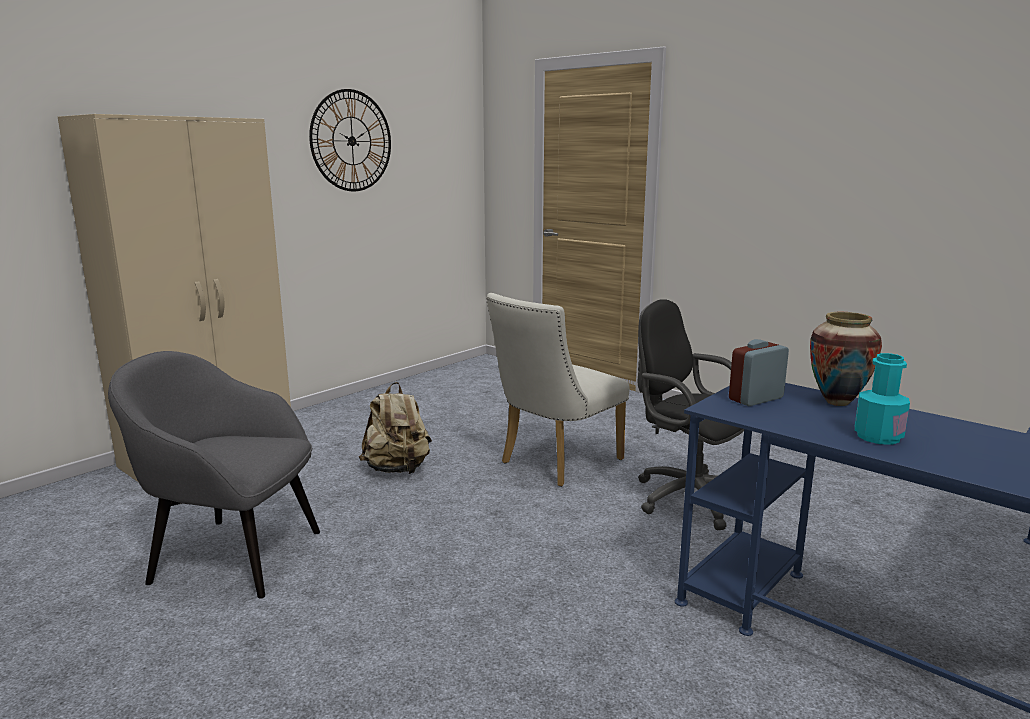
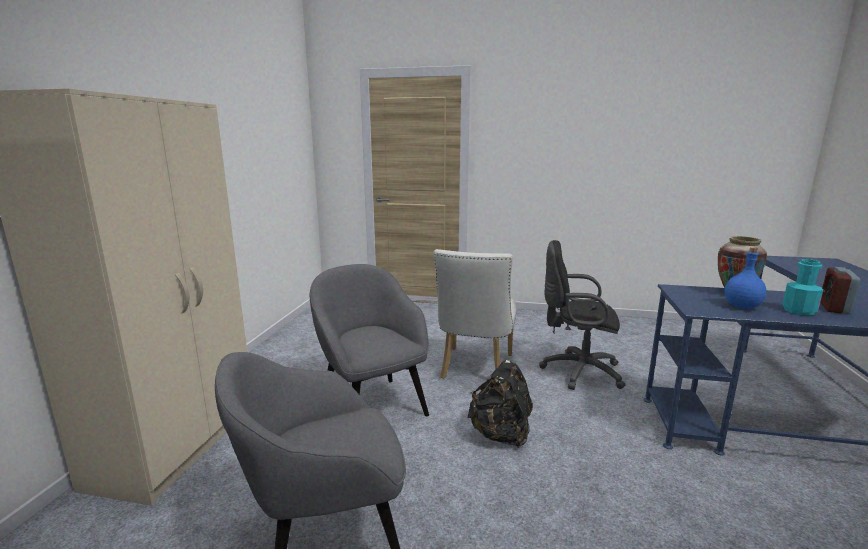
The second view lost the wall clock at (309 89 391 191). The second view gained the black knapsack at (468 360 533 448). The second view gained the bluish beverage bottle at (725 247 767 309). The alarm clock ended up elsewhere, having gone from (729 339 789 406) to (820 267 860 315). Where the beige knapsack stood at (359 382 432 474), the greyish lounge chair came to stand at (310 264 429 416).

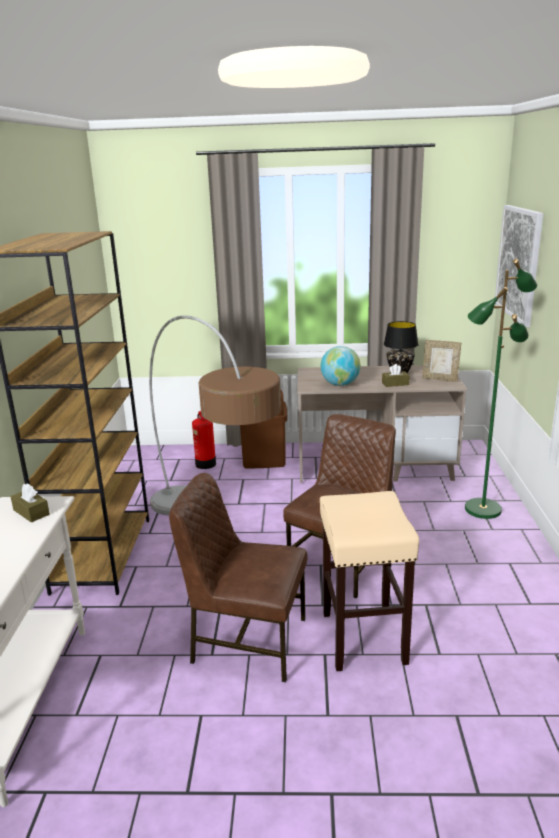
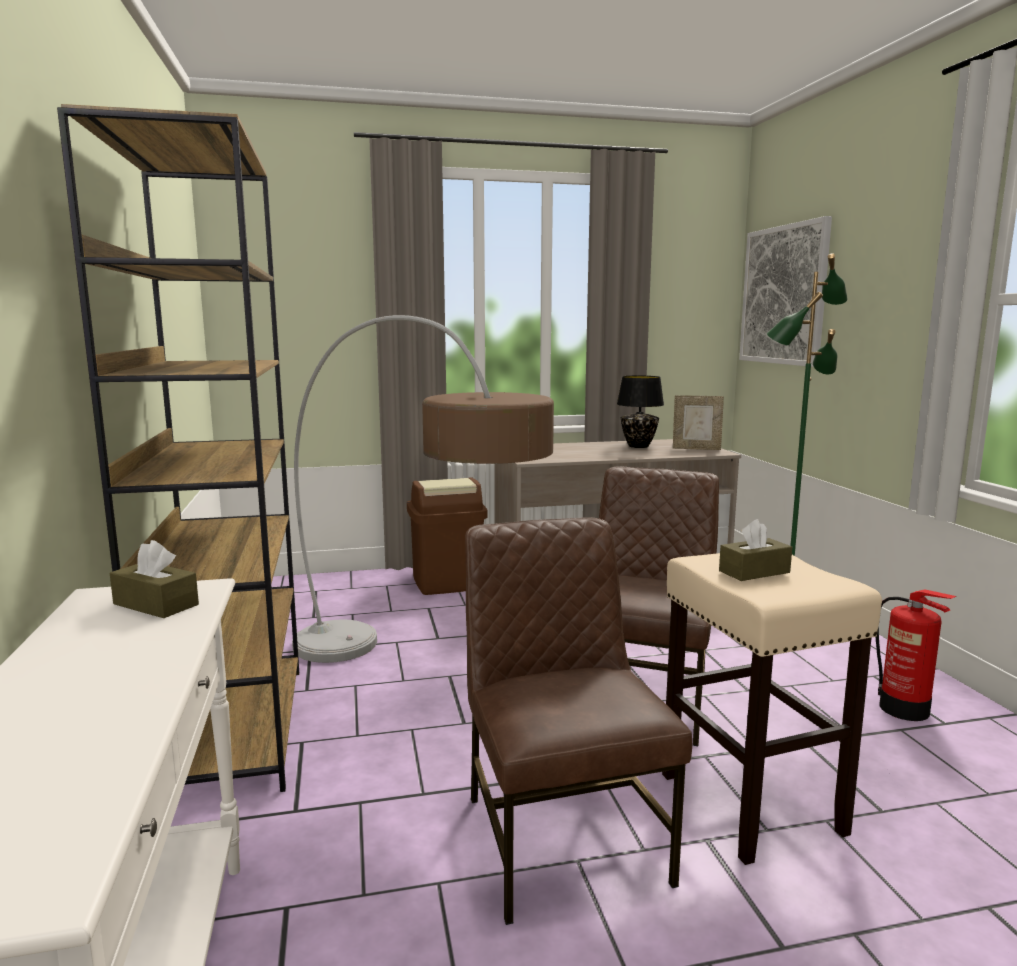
The second view lost the desk globe at (321 346 361 386). The fire extinguisher ended up elsewhere, having gone from (192 411 216 469) to (876 589 957 721). The brown-coloured tissue box ended up elsewhere, having gone from (382 364 410 387) to (719 519 792 581). The brown-coloured upright chair at (169 473 308 682) ended up facing another way, 75 degrees clockwise from before.

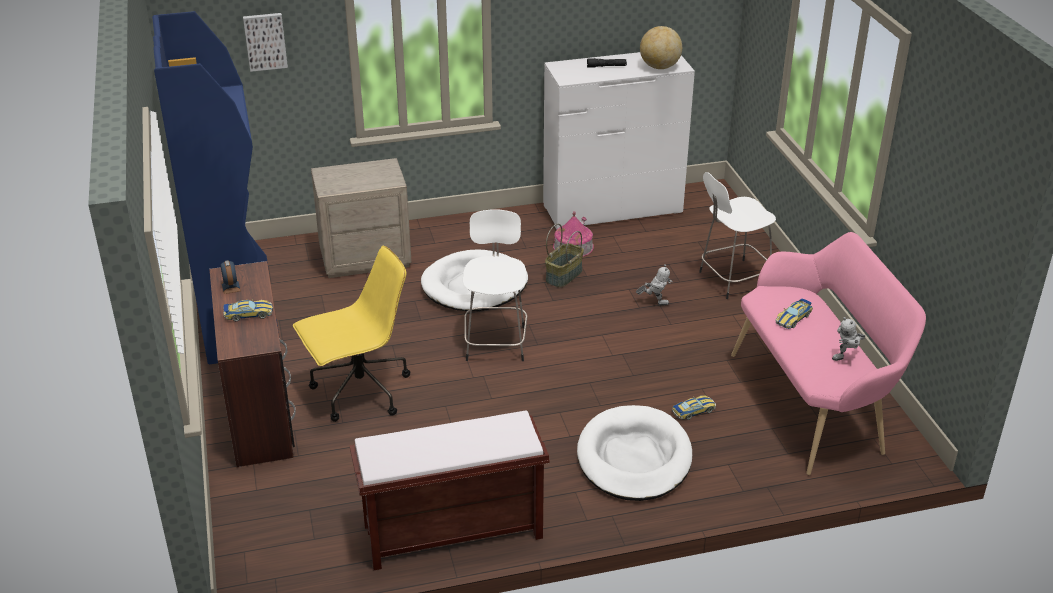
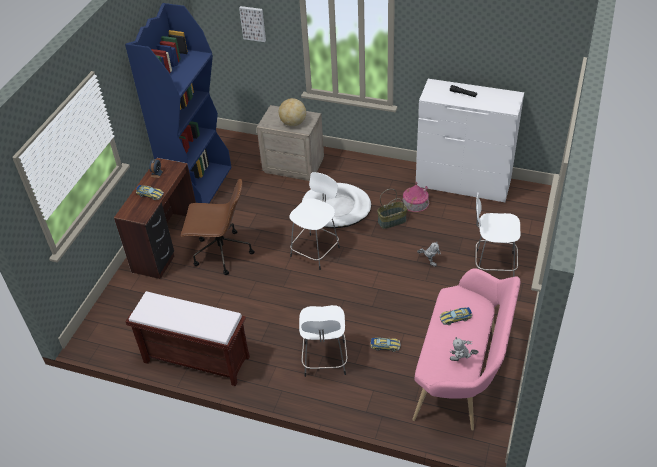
The desk globe ended up elsewhere, having gone from (640 26 682 69) to (279 98 306 126). Where the white dog bed stood at (577 405 692 501), the white stool seat came to stand at (299 305 347 377). What was the yellow office chair at (293 246 410 422) turned into the brown-coloured office chair at (181 178 255 275).

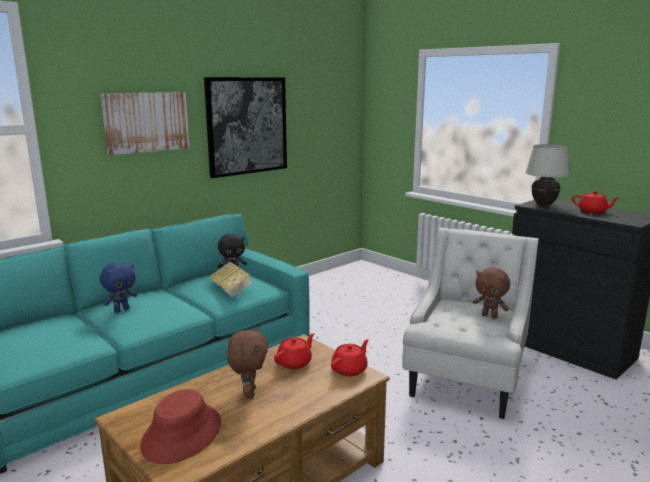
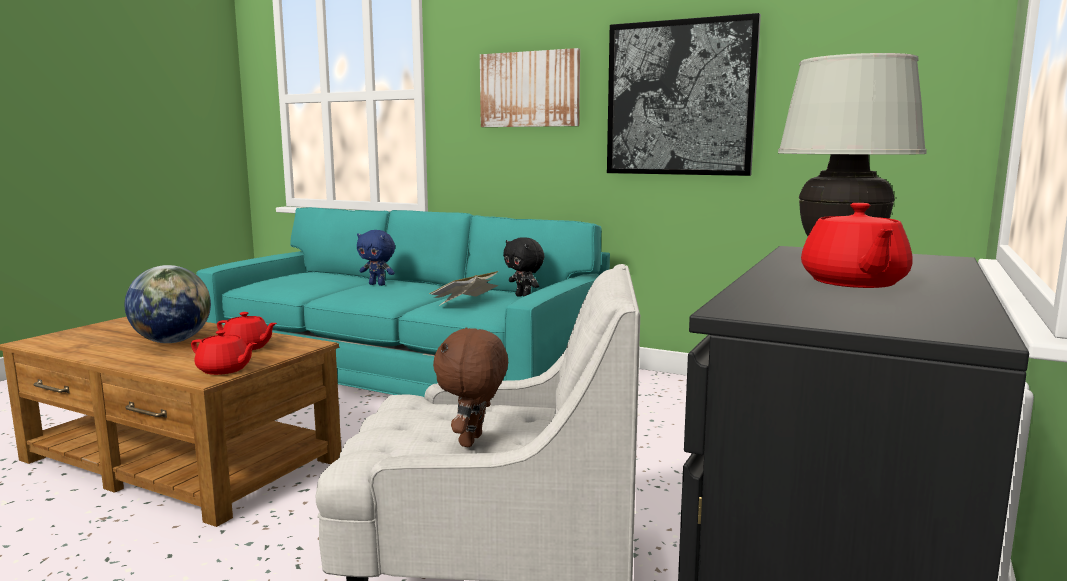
The second view lost the reddish clothing hat at (140 389 221 464). Where the brown-coloured plush toy stood at (227 328 268 399), the desk globe came to stand at (125 265 211 343).

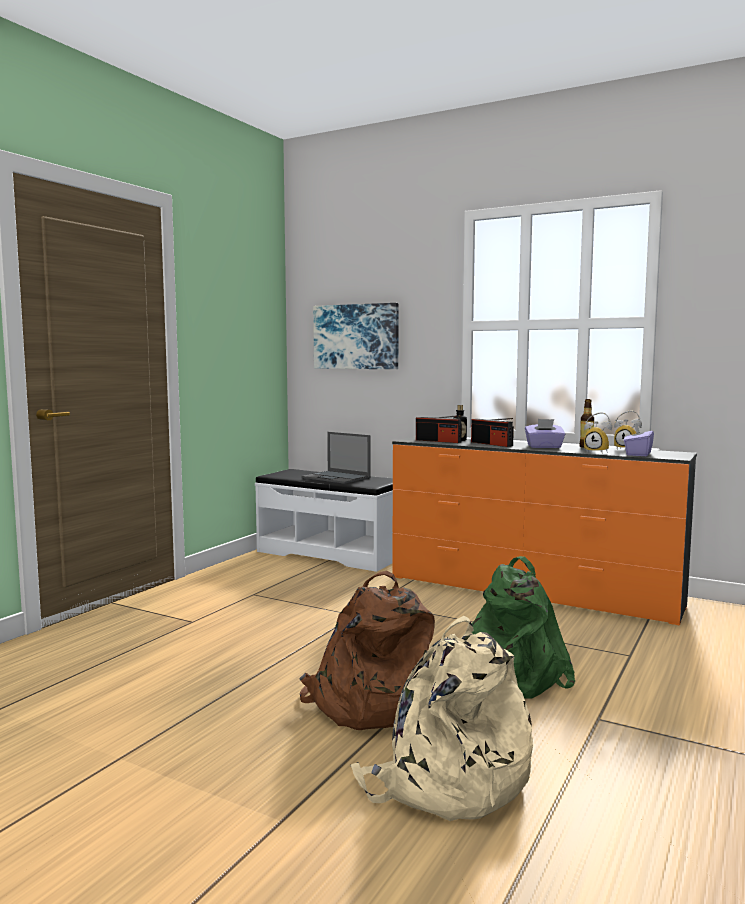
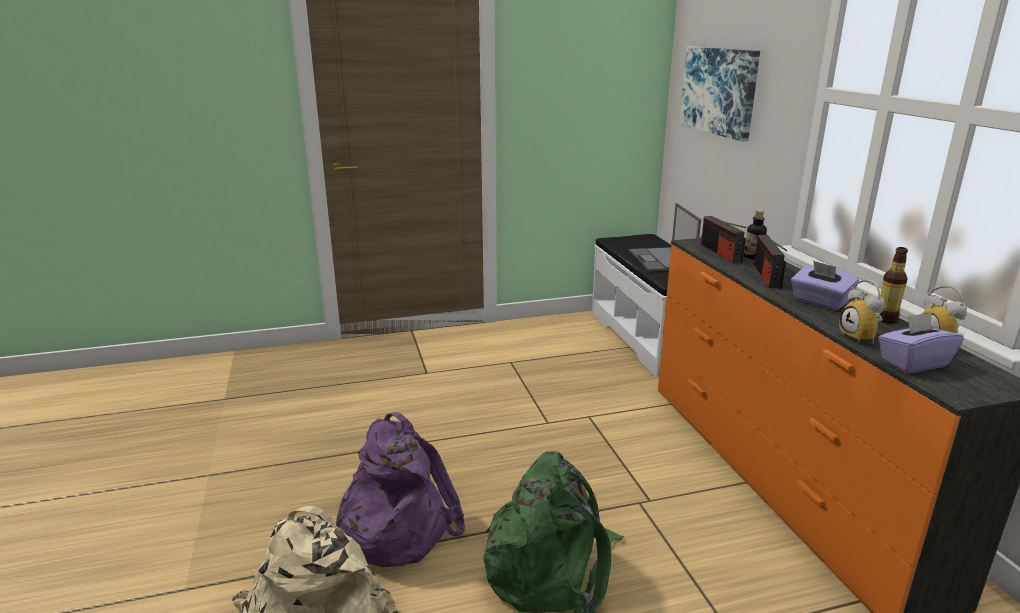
What was the brown-coloured knapsack at (300 571 435 730) turned into the purple-coloured knapsack at (336 412 465 567).

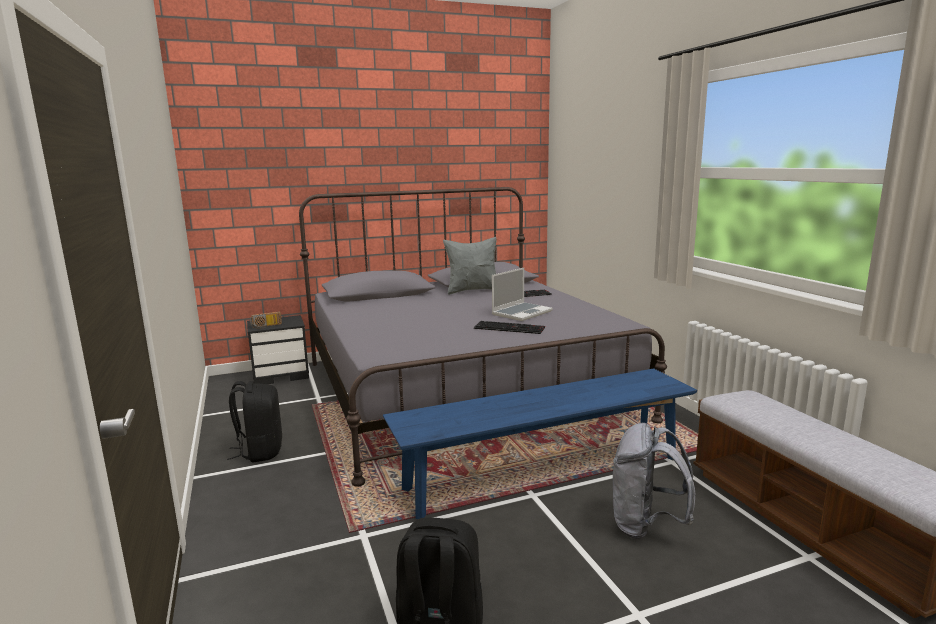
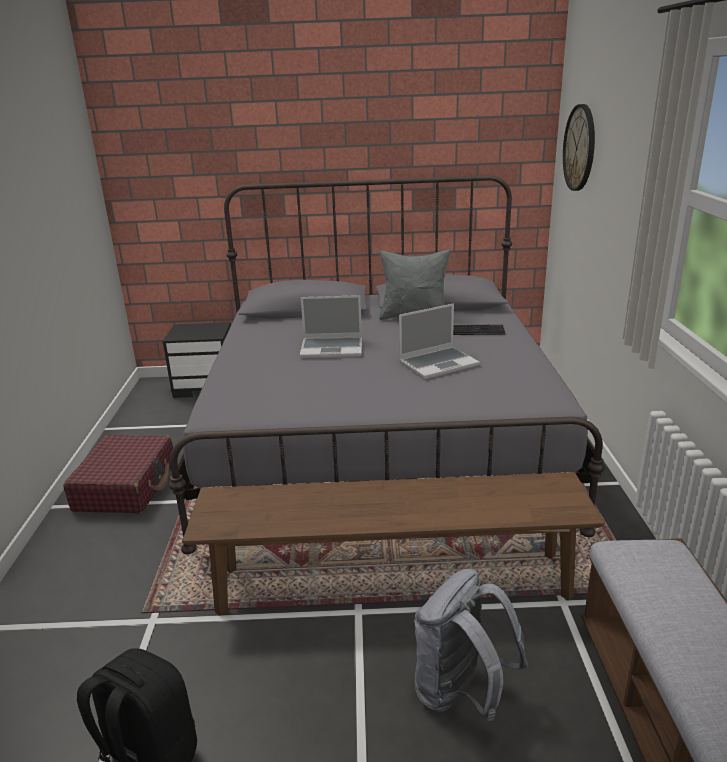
The second view lost the radio set at (250 312 282 328). The second view lost the keyboard at (474 321 545 334). The second view gained the laptop at (300 295 362 358). The second view gained the wall clock at (563 104 595 191). Where the black knapsack stood at (227 381 282 462), the reddish suitcase came to stand at (63 435 173 513). What was the bluish bench at (383 368 697 519) turned into the brown-coloured bench at (182 472 604 615).

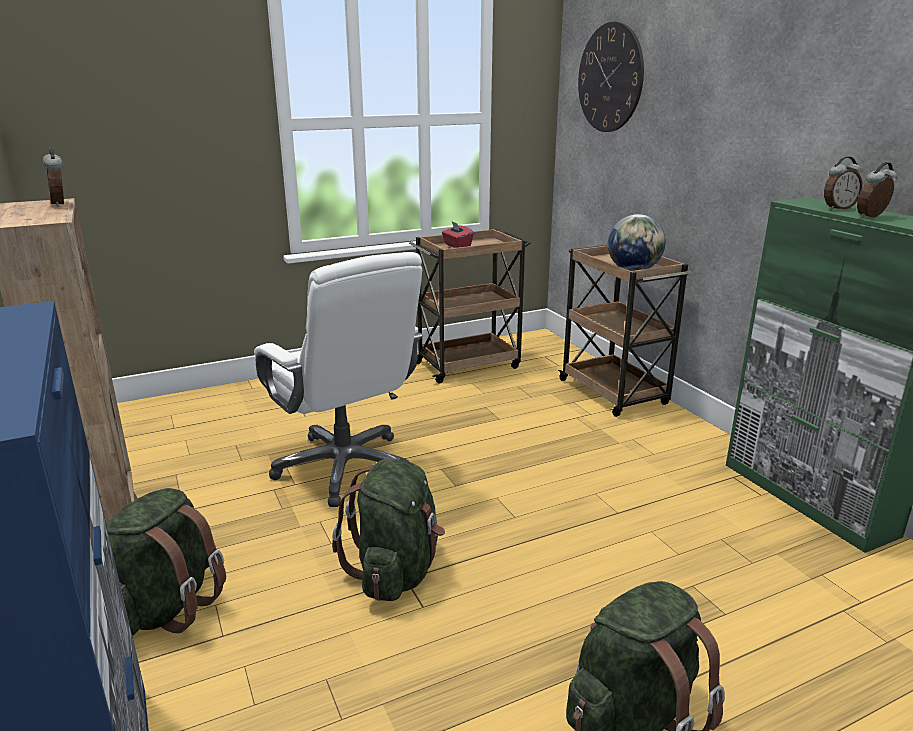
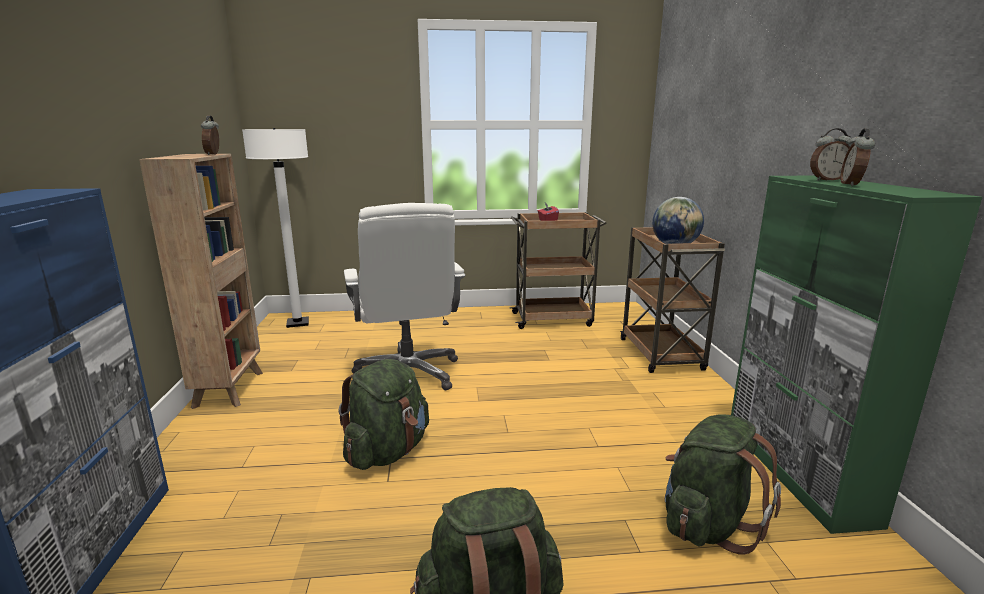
The second view lost the wall clock at (578 22 644 132). The second view gained the white floor lamp at (242 128 309 328). The green knapsack ended up elsewhere, having gone from (106 488 226 636) to (665 414 781 554). The alarm clock at (857 162 898 218) ended up facing another way, 60 degrees counterclockwise from before.

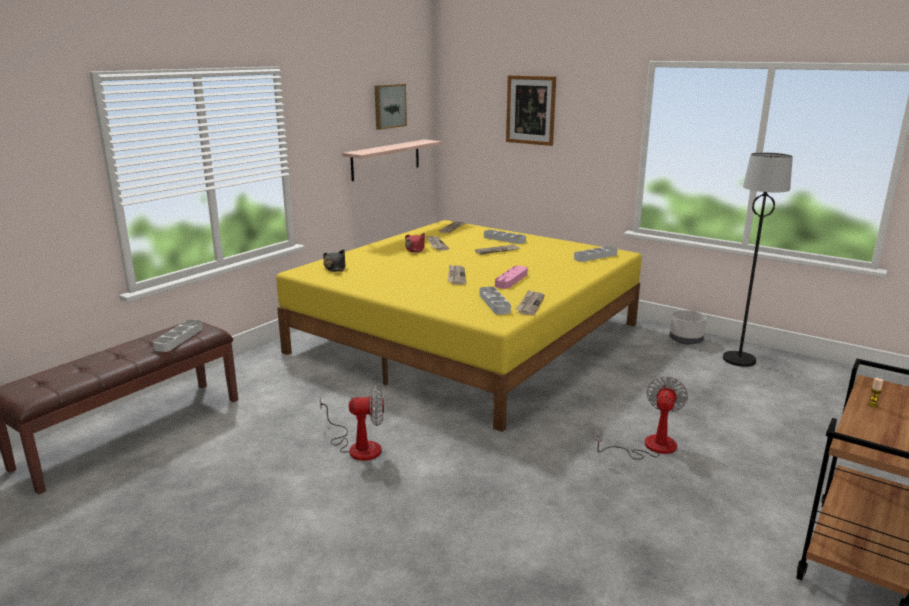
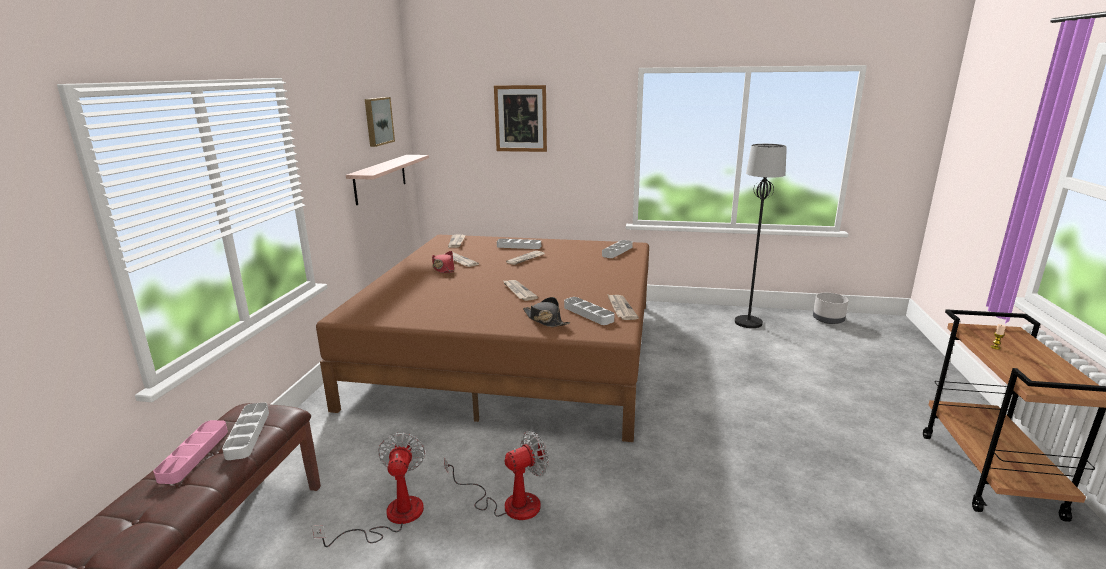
The black clothing hat ended up elsewhere, having gone from (323 250 345 272) to (523 297 570 327). The pink-coloured carrying tray ended up elsewhere, having gone from (495 266 528 289) to (153 420 228 484). The cooling fan ended up elsewhere, having gone from (594 376 688 460) to (312 433 425 547). The greyish planter ended up elsewhere, having gone from (670 310 706 345) to (813 293 849 324). What was the yellow bedroom bed at (276 220 642 432) turned into the brown-coloured bedroom bed at (316 235 649 442).

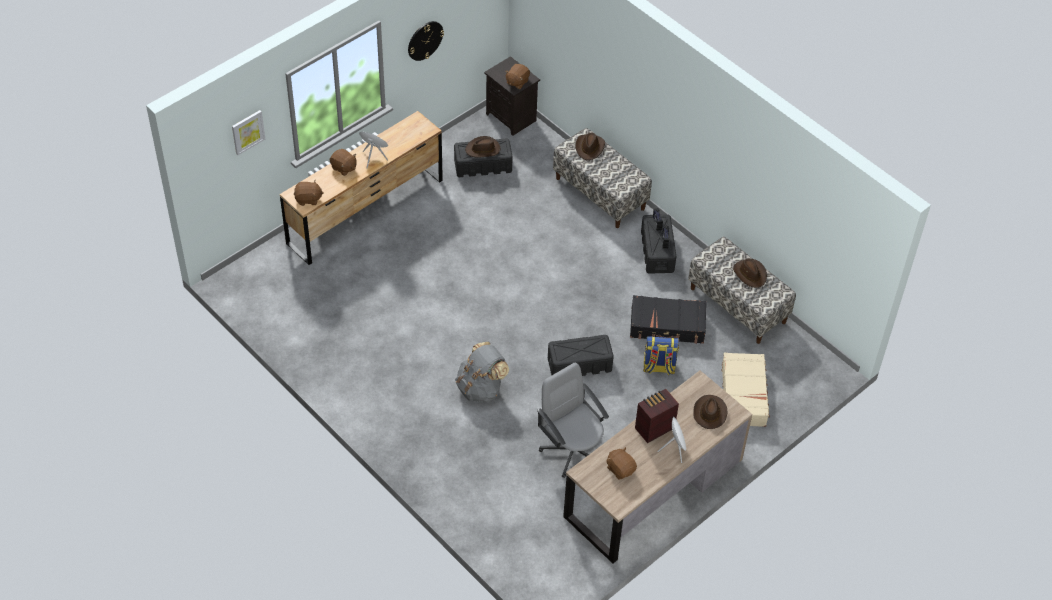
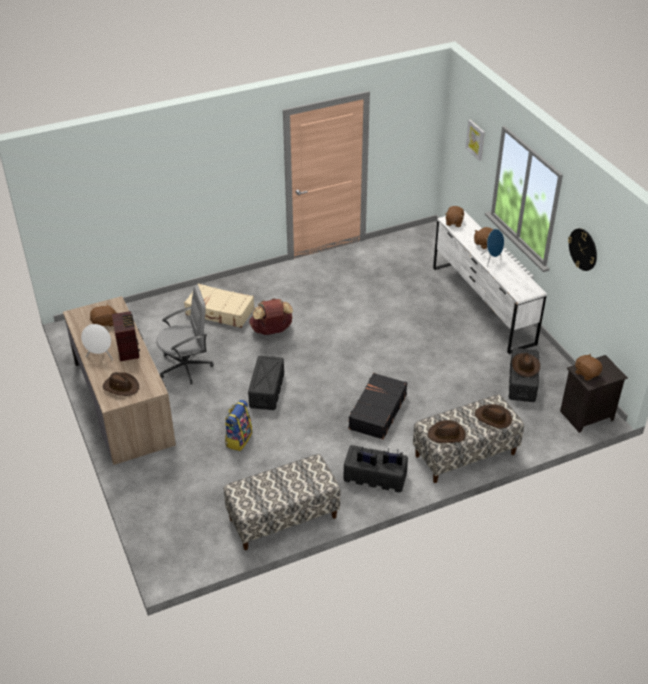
The black suitcase ended up elsewhere, having gone from (630 295 706 344) to (348 373 408 440). The beige suitcase ended up elsewhere, having gone from (722 352 770 427) to (184 284 254 328). The brown-coloured clothing hat ended up elsewhere, having gone from (733 259 767 288) to (428 420 466 443). What was the brown-coloured chest of drawers at (280 111 443 265) turned into the white chest of drawers at (433 211 547 354). What was the greyish knapsack at (455 342 509 403) turned into the brown-coloured knapsack at (249 298 293 335).

